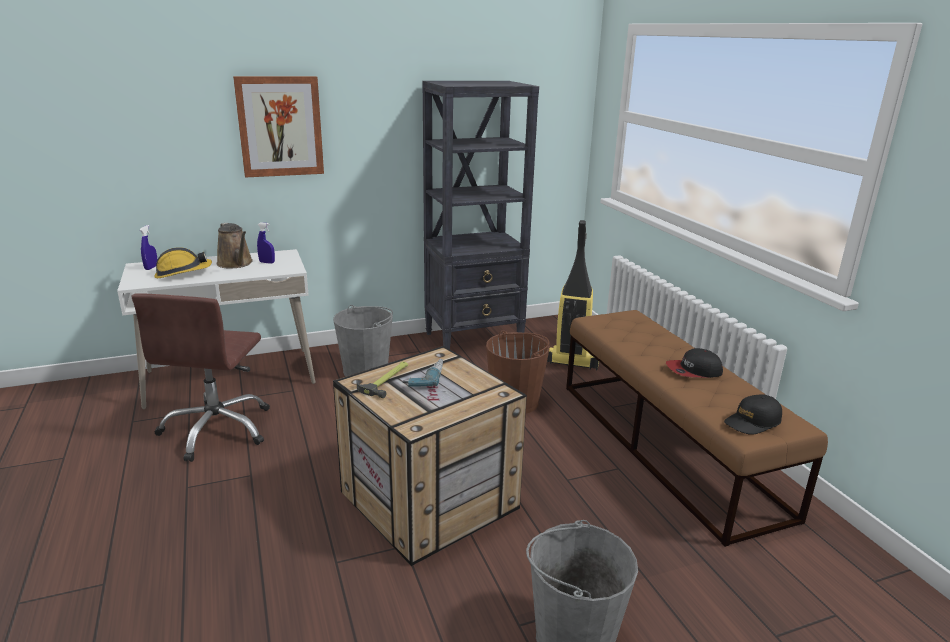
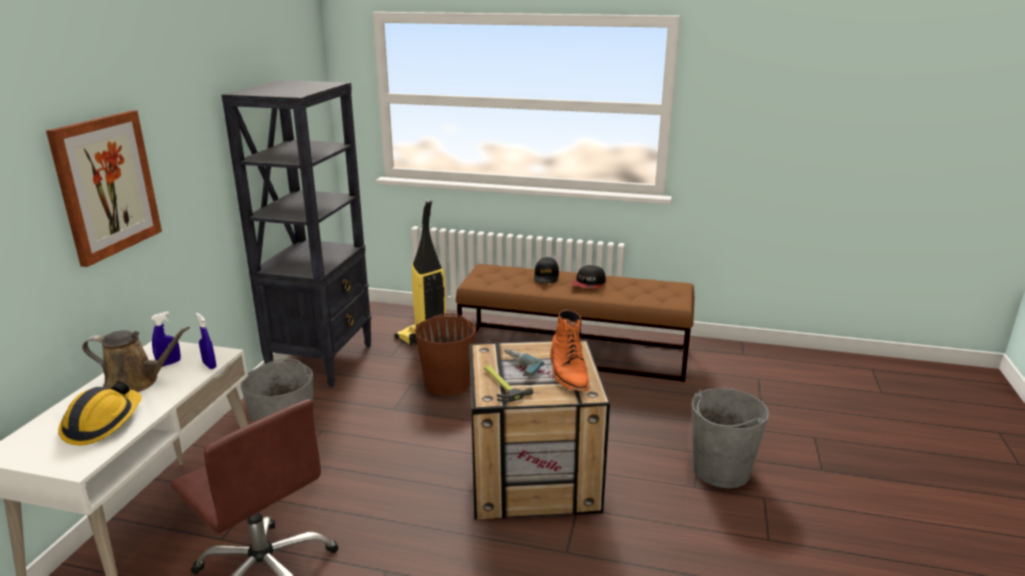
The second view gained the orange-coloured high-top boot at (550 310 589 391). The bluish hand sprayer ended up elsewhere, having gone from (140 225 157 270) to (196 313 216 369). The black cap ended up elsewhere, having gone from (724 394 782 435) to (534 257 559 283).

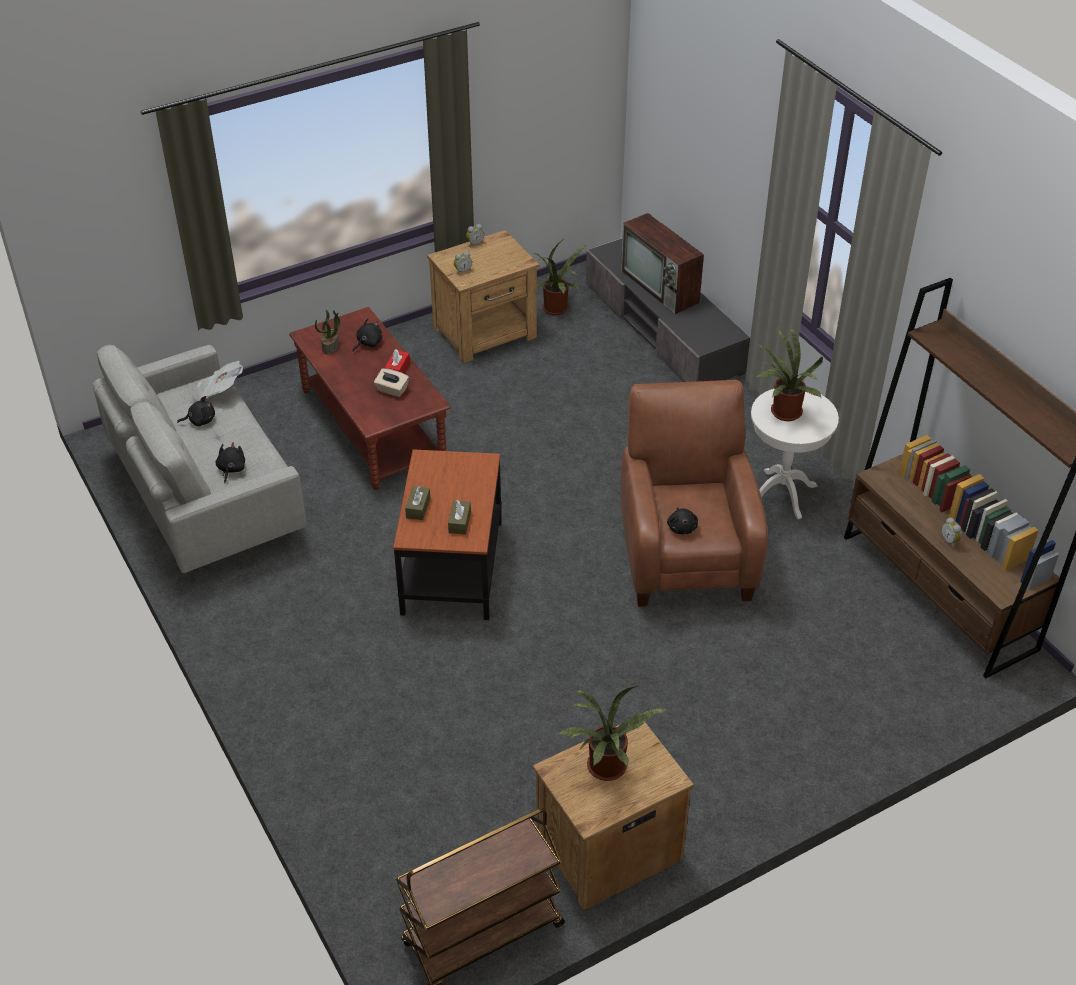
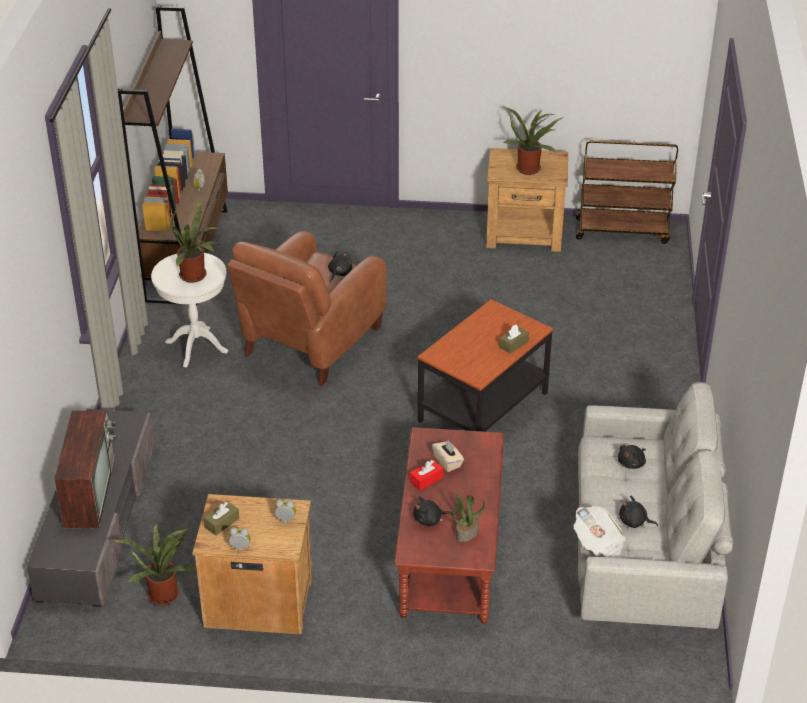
The brown-coloured tissue box ended up elsewhere, having gone from (448 500 471 535) to (203 501 239 535).

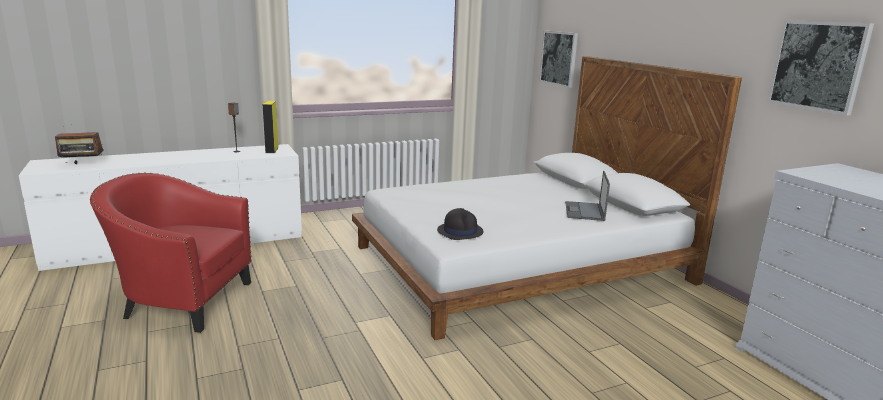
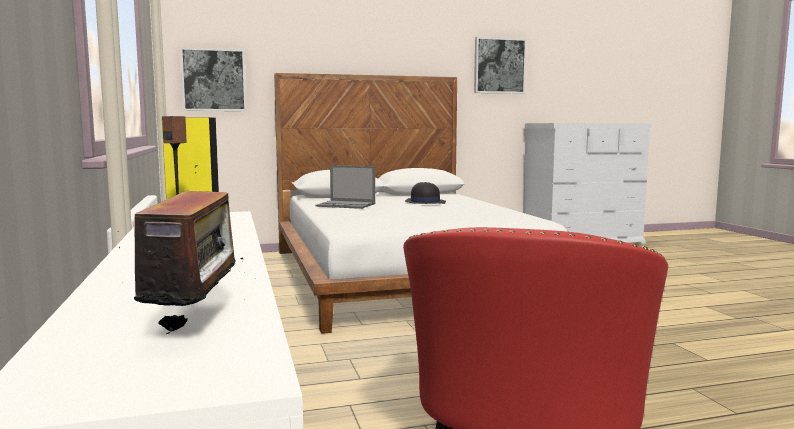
The black clothing hat ended up elsewhere, having gone from (437 208 484 240) to (405 182 446 204). The laptop ended up elsewhere, having gone from (565 171 610 221) to (316 165 375 209).

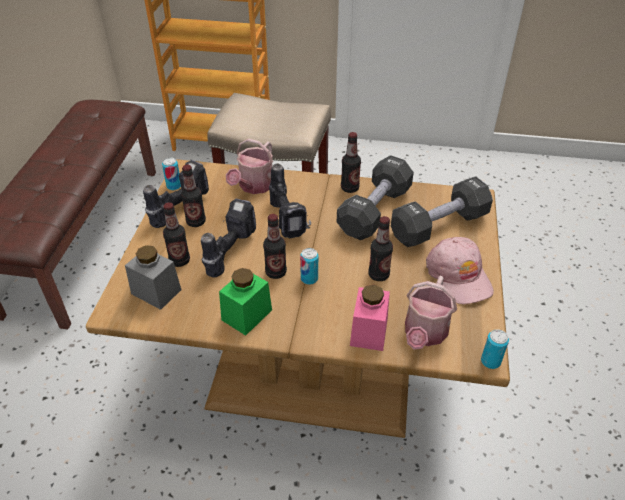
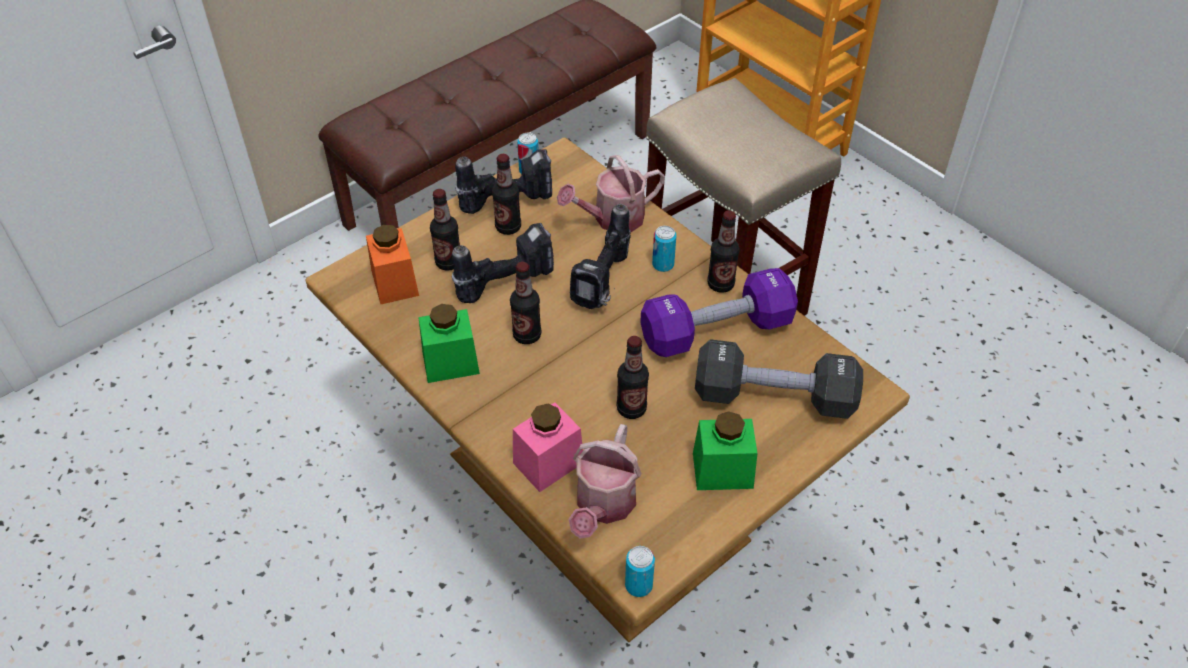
The can ended up elsewhere, having gone from (300 248 318 285) to (652 226 676 272). Where the pink-coloured cap stood at (426 237 494 304), the green jar came to stand at (693 411 758 490). What was the greyish jar at (125 245 181 310) turned into the orange-coloured jar at (366 225 419 304). What was the black free weight at (337 155 414 240) turned into the purple-coloured free weight at (640 268 798 357). The sprinkling can at (405 276 457 349) ended up facing another way, 45 degrees counterclockwise from before.

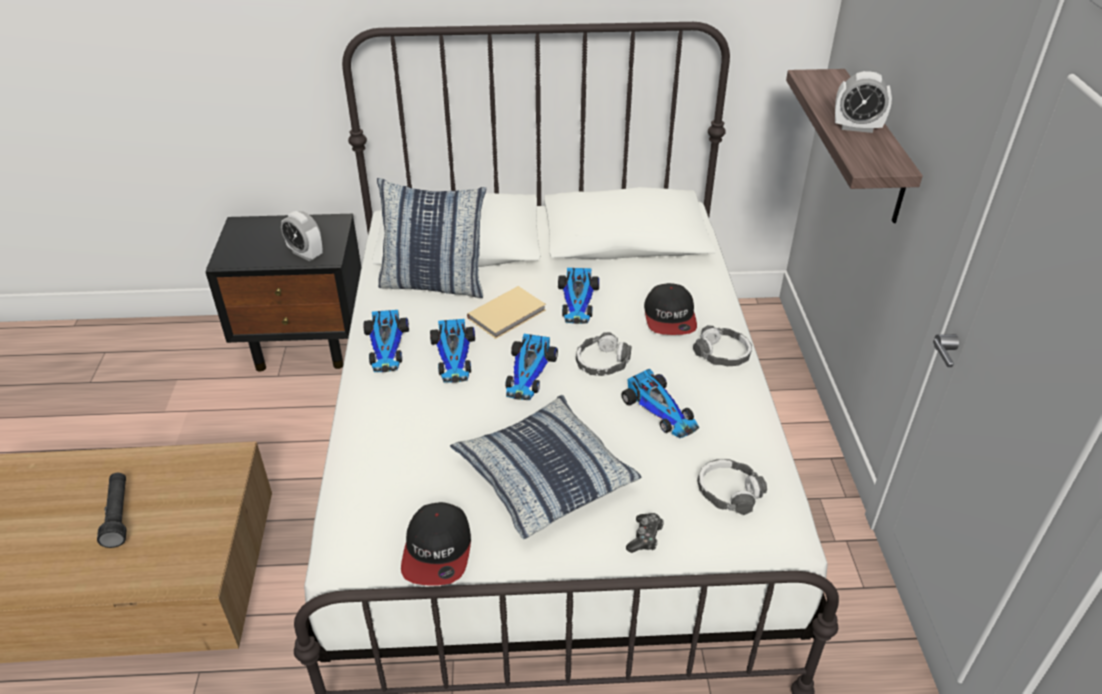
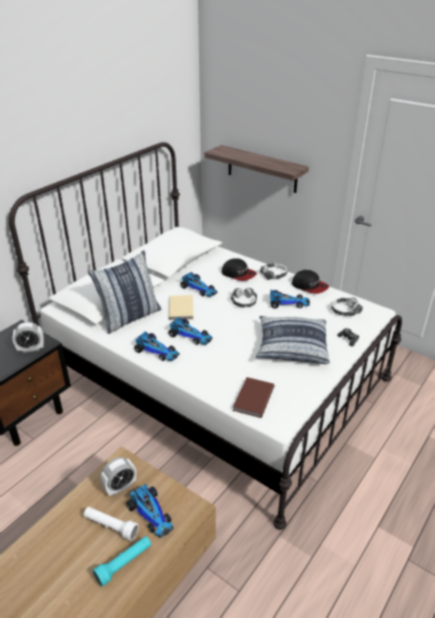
The second view gained the turquoise-coloured flashlight at (93 536 151 587). The second view gained the brown-coloured bound book at (233 377 274 418). The cap ended up elsewhere, having gone from (401 502 471 586) to (292 270 329 294). The miniature car ended up elsewhere, having gone from (505 334 558 400) to (126 484 174 538). The alarm clock ended up elsewhere, having gone from (835 71 892 133) to (100 457 136 496). What was the black flashlight at (97 473 126 548) turned into the white flashlight at (84 507 139 541).

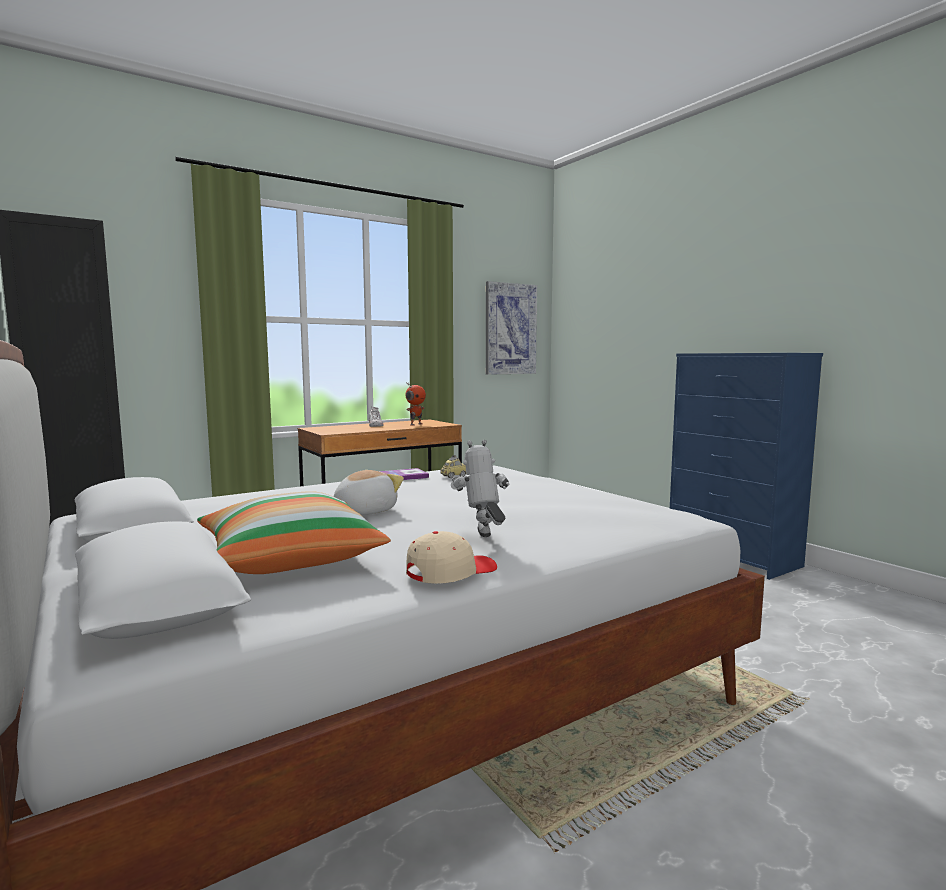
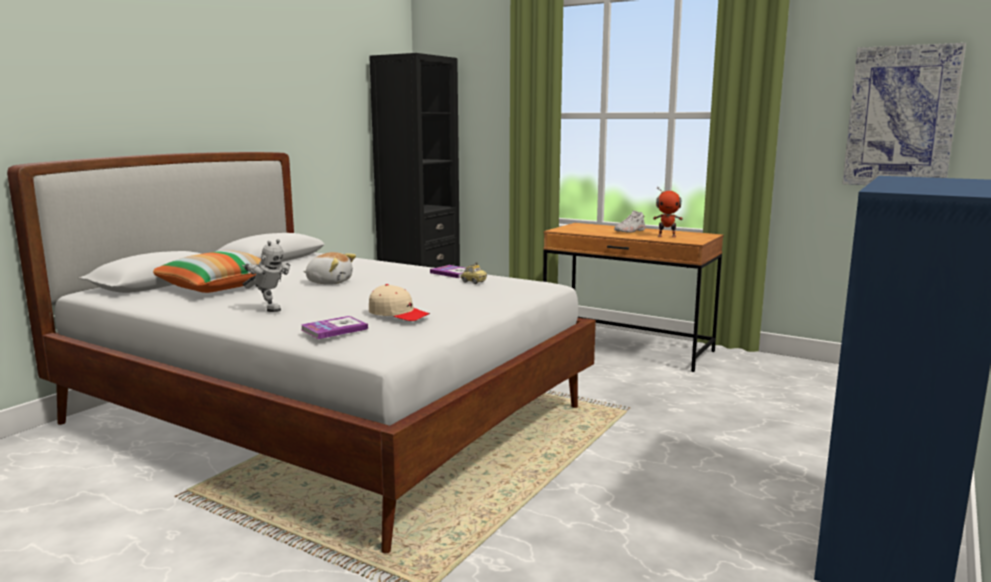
The second view gained the bound book at (301 316 368 339). The beige cap ended up elsewhere, having gone from (406 531 497 584) to (369 284 430 321). The model robot at (451 440 509 537) ended up facing another way, 75 degrees clockwise from before.

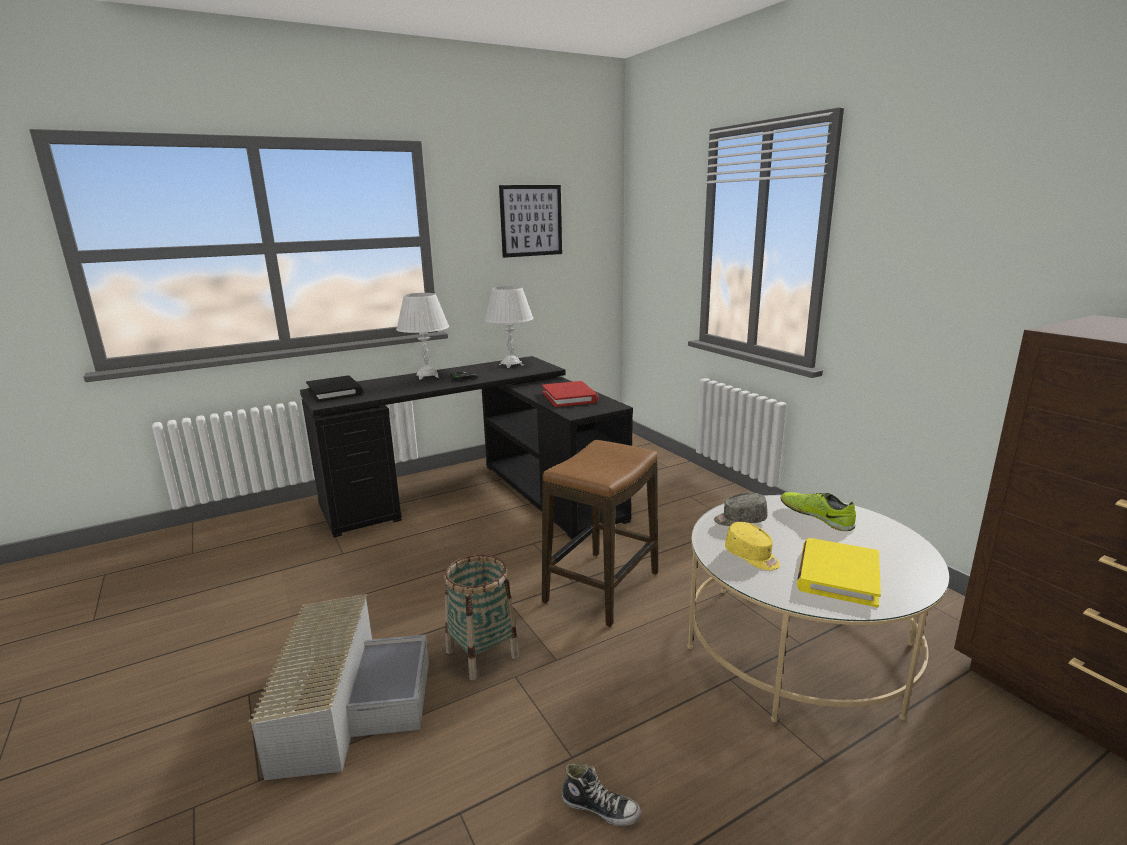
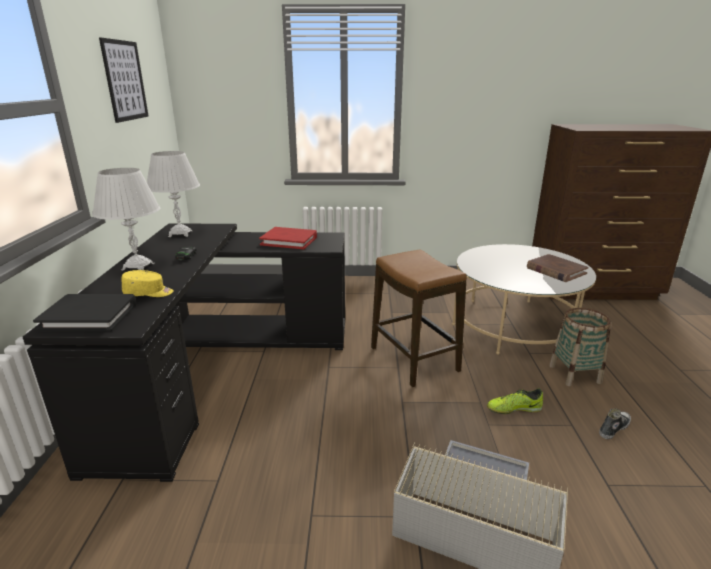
The second view lost the greyish cap at (714 493 768 526). The basket ended up elsewhere, having gone from (444 554 519 680) to (549 308 611 386). The yellow cap ended up elsewhere, having gone from (725 522 780 570) to (122 270 174 297). The shoe ended up elsewhere, having gone from (780 492 856 531) to (487 388 543 414). What was the yellow bound book at (797 538 881 607) turned into the brown-coloured bound book at (527 254 589 282).

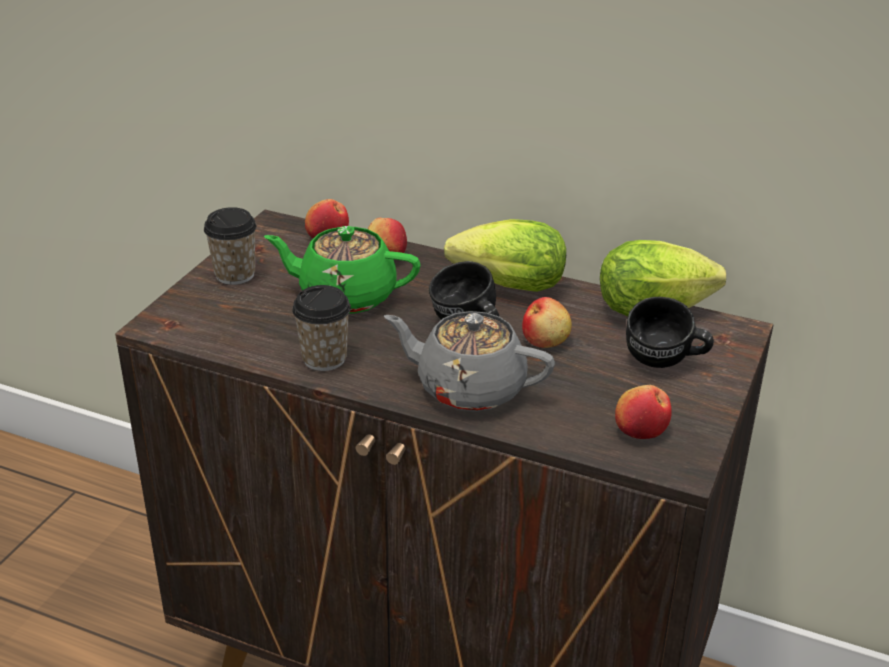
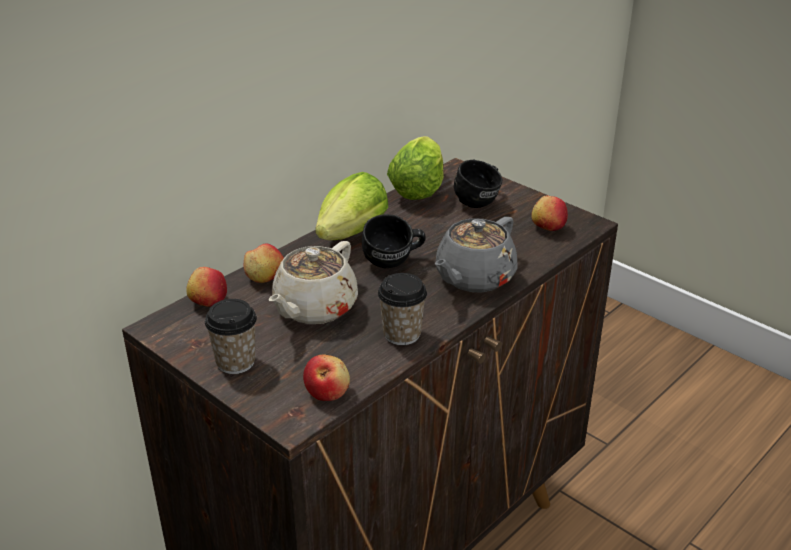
The apple ended up elsewhere, having gone from (522 297 572 348) to (303 355 350 401). What was the green tea pot at (264 226 421 313) turned into the beige tea pot at (268 241 358 324).

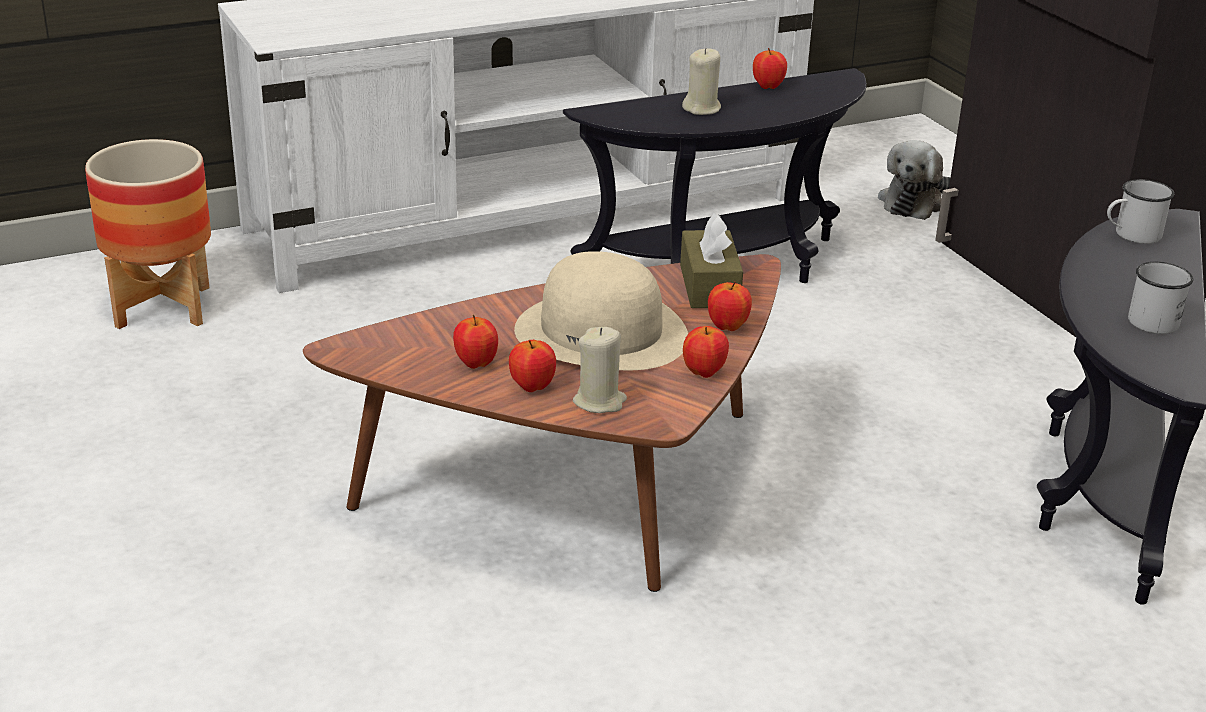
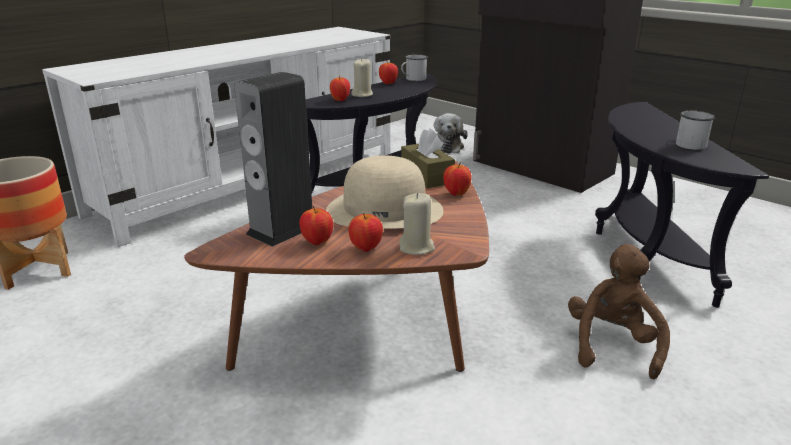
The second view gained the speaker at (234 72 312 247). The second view gained the brown-coloured plush toy at (568 244 670 379). The apple ended up elsewhere, having gone from (683 326 729 378) to (330 76 350 101). The white coffee mug ended up elsewhere, having gone from (1107 179 1174 244) to (401 55 428 81).

